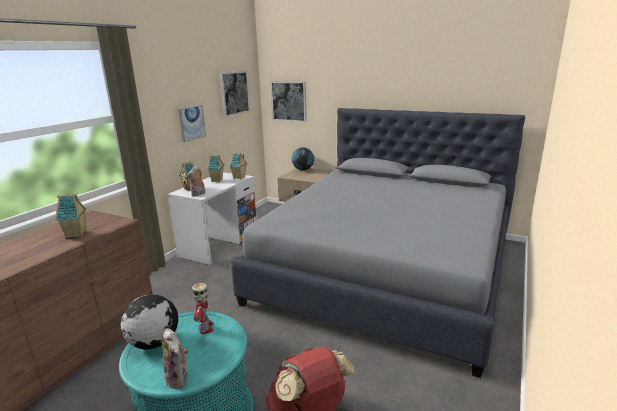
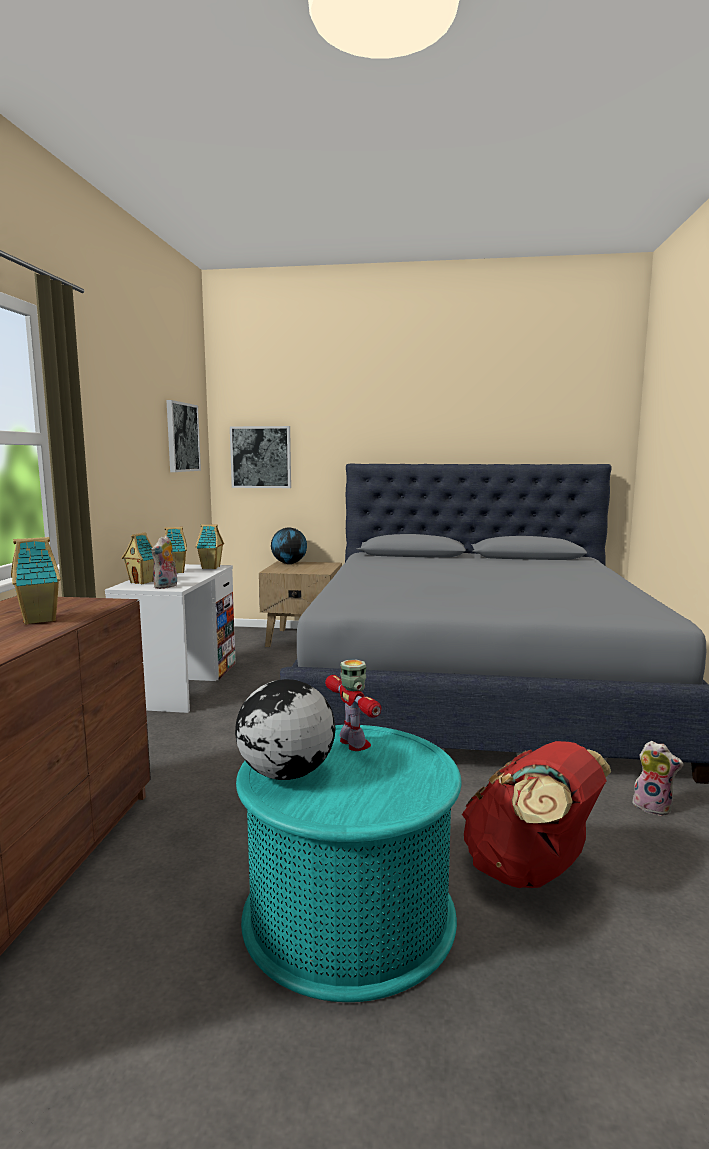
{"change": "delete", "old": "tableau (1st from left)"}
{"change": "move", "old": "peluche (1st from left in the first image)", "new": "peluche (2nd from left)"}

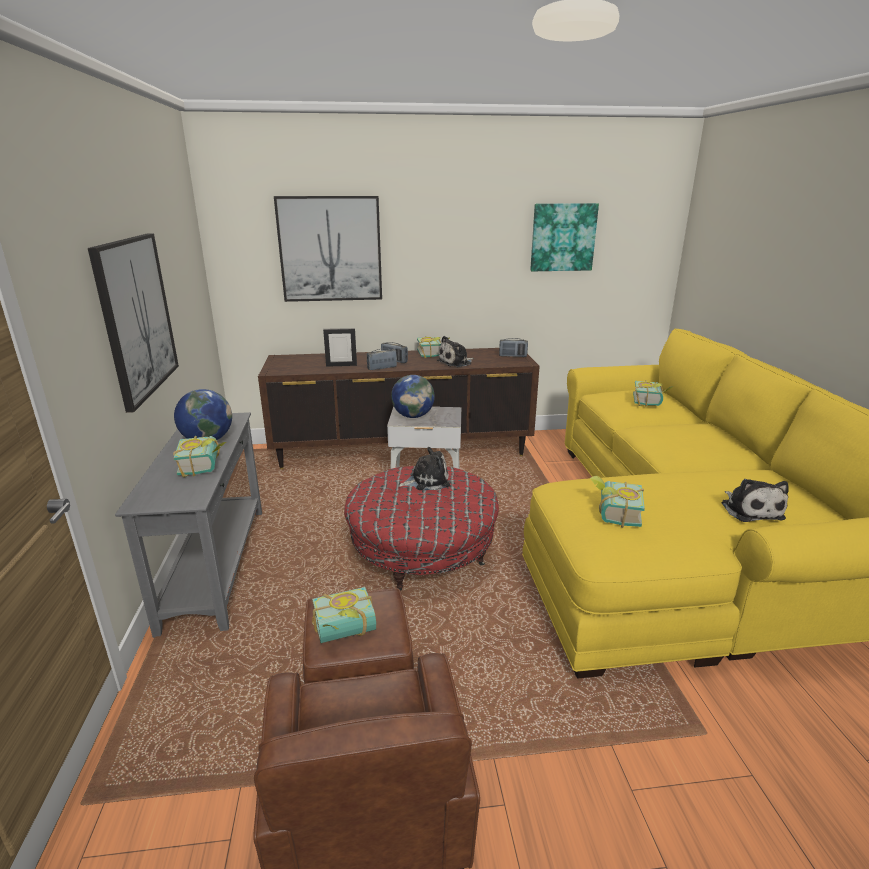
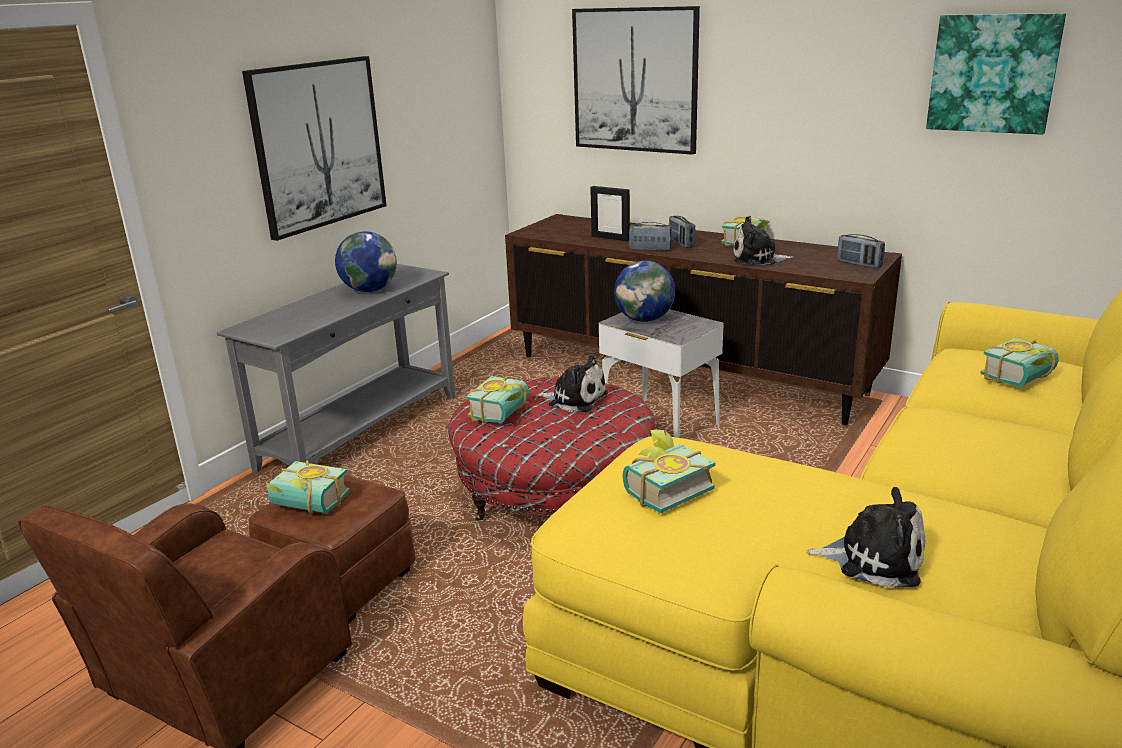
{"change": "move", "old": "livre (1st from left in the first image)", "new": "livre (2nd from left)"}
{"change": "rotate", "old": "peluche (3rd from left)", "degrees": -105}

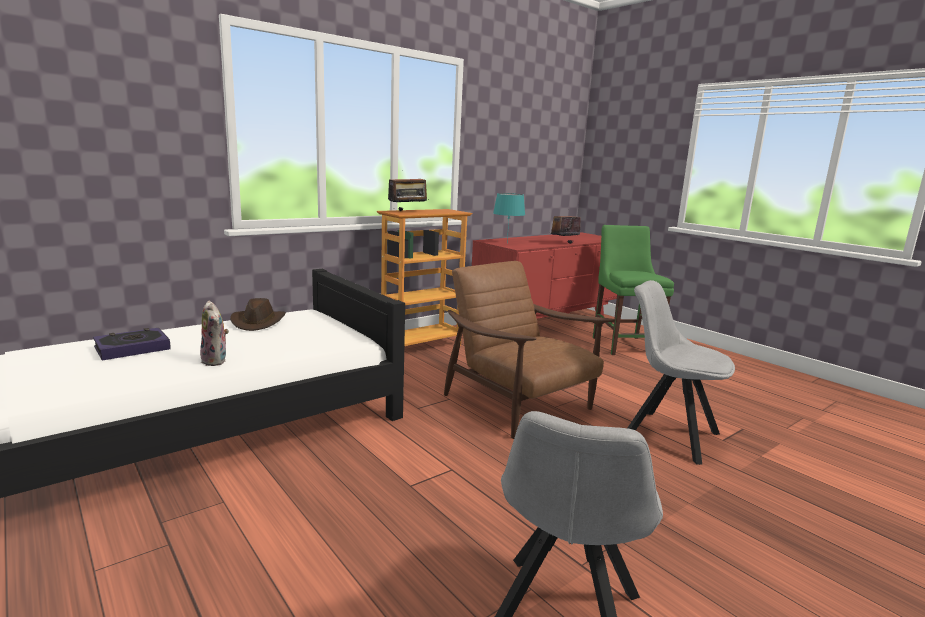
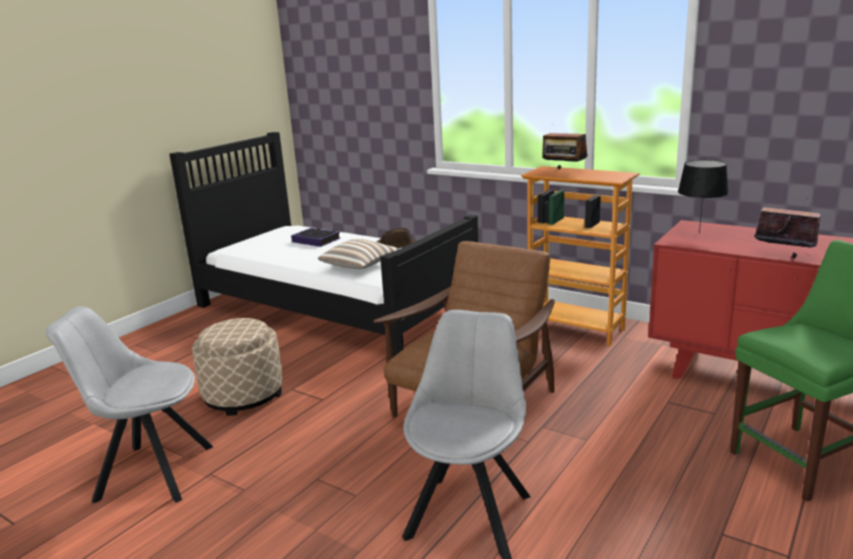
{"change": "delete", "old": "peluche"}
{"change": "insert", "new": "pouf (beige)"}
{"change": "insert", "new": "coussin"}
{"change": "recolor", "old": "lampe de table (turquoise)", "new": "lampe de table (noir)"}

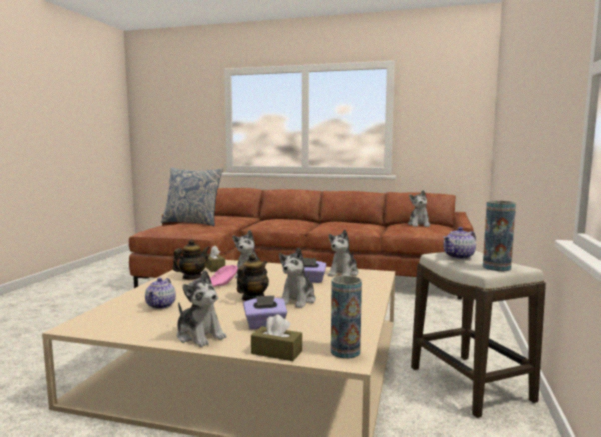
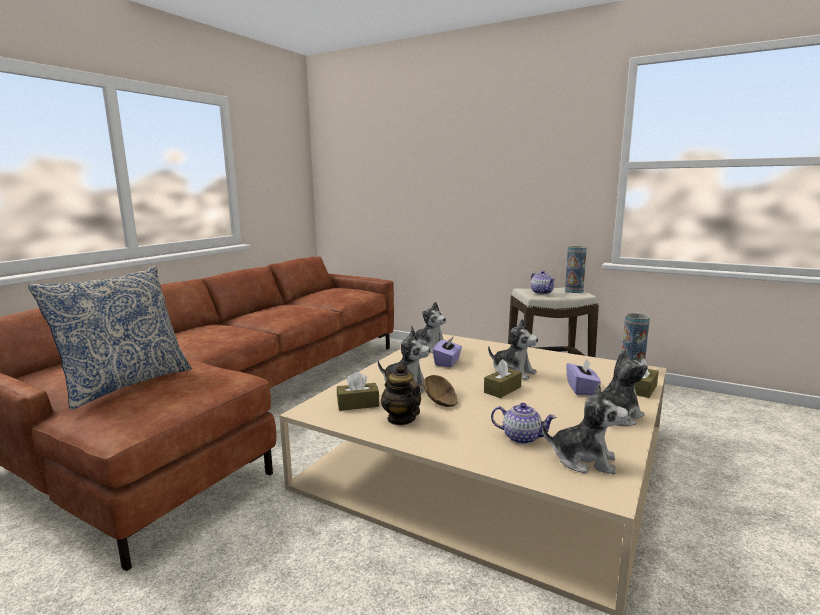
{"change": "move", "old": "peluche (5th from left in the first image)", "new": "peluche (4th from left)"}
{"change": "replace", "old": "théière (3rd from left)", "new": "boîte à mouchoirs (marron) (2nd from left)"}
{"change": "recolor", "old": "bol (rose)", "new": "bol (marron)"}

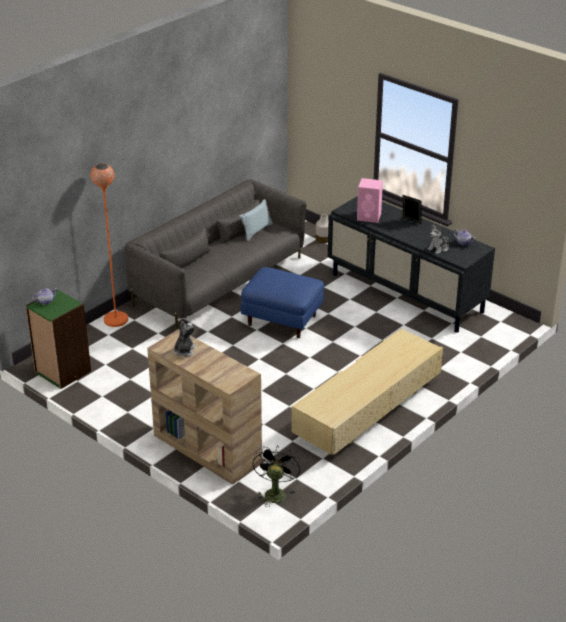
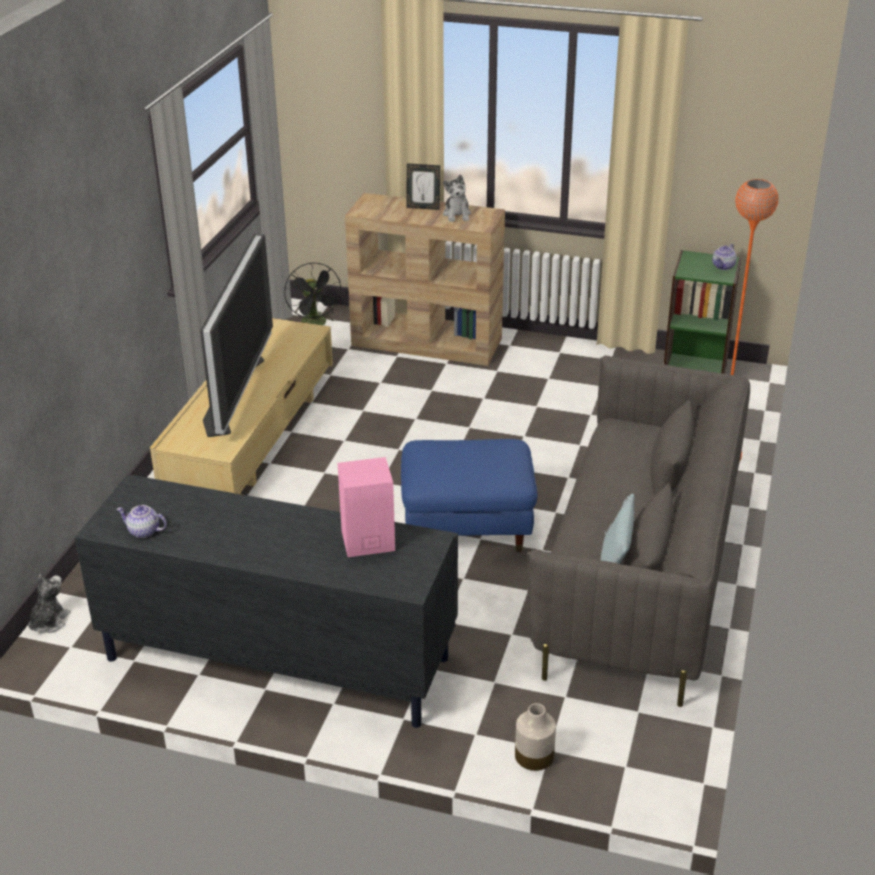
{"change": "insert", "new": "téléviseur"}
{"change": "move", "old": "cadre photo"}
{"change": "move", "old": "peluche (2nd from left in the first image)", "new": "peluche (1st from left)"}

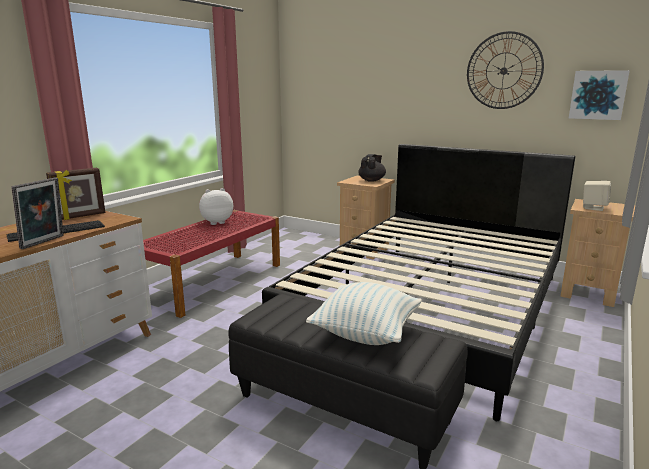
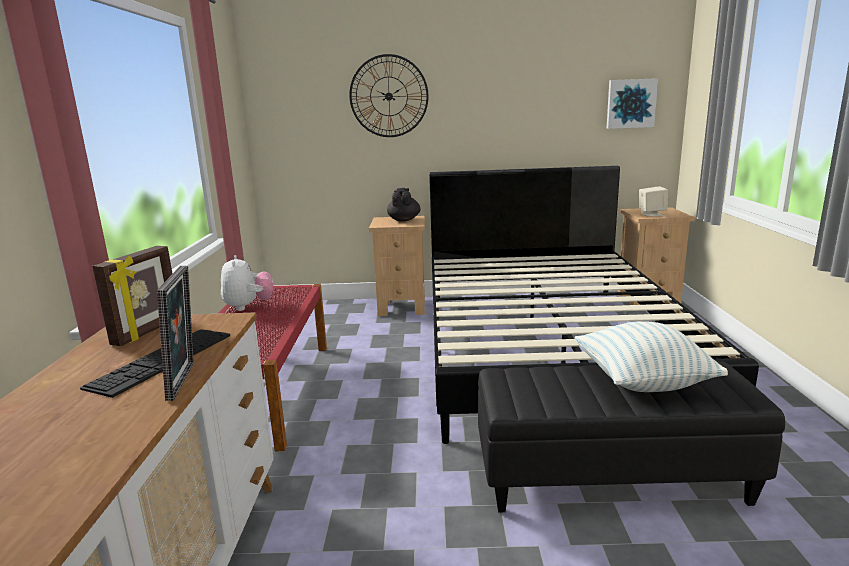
{"change": "move", "old": "horloge murale"}
{"change": "rotate", "old": "peluche", "degrees": 135}

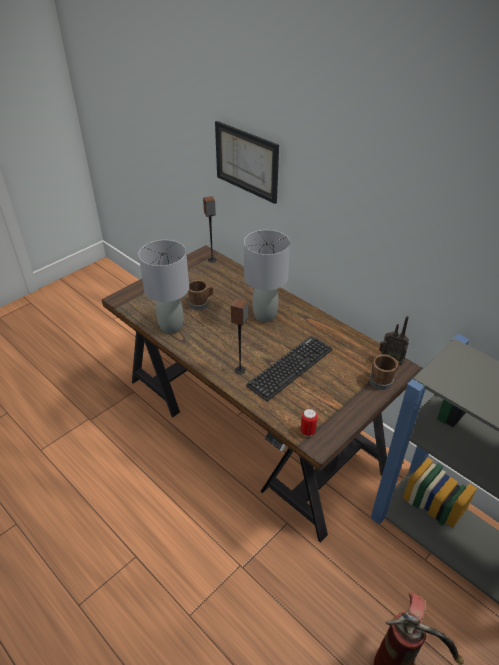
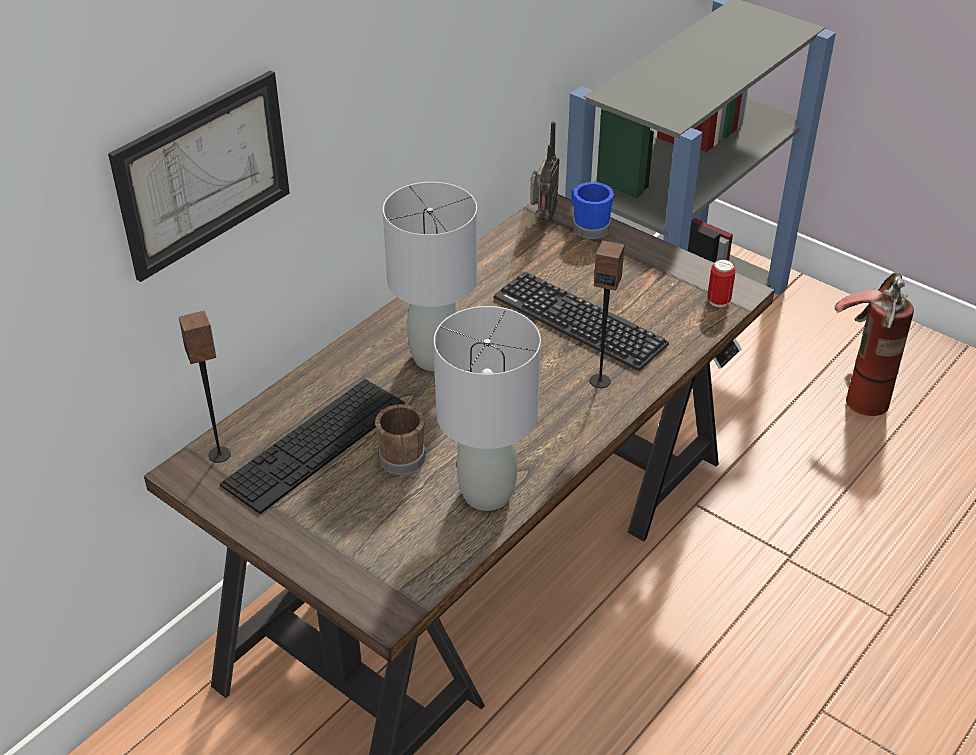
{"change": "insert", "new": "clavier (1st from left)"}
{"change": "recolor", "old": "mug (marron) (2nd from left)", "new": "mug (bleu)"}

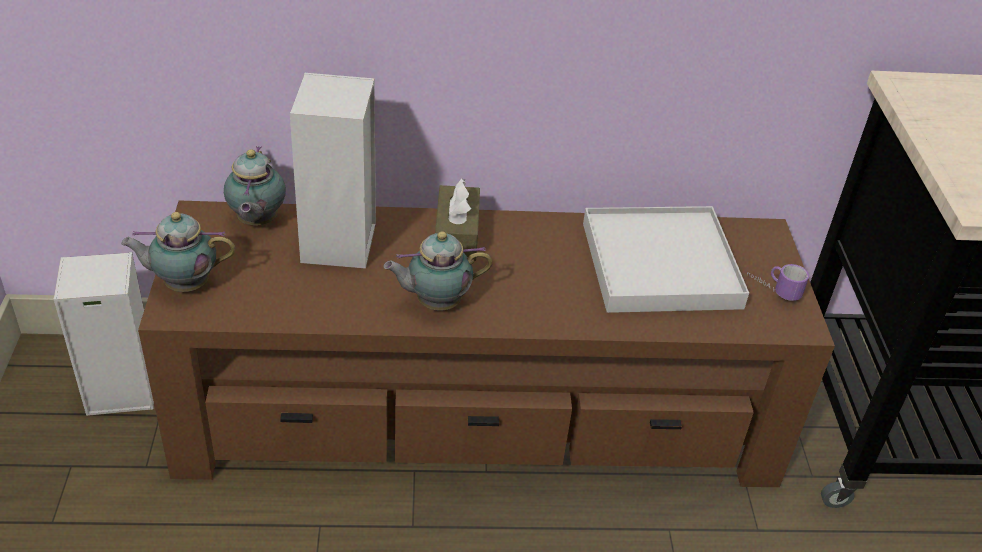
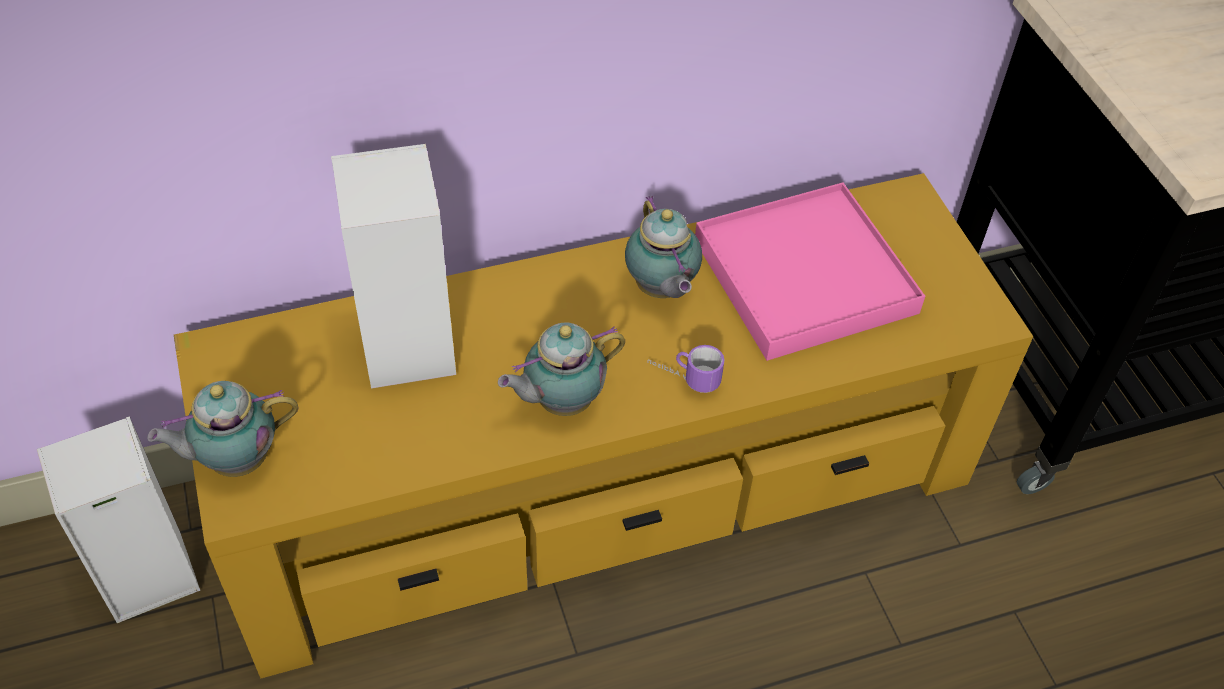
{"change": "delete", "old": "boîte à mouchoirs (marron)"}
{"change": "move", "old": "théière (2nd from left in the first image)", "new": "théière (3rd from left)"}
{"change": "move", "old": "mug"}
{"change": "recolor", "old": "meuble télé (marron)", "new": "meuble télé (jaune)"}
{"change": "recolor", "old": "plateau (blanc)", "new": "plateau (rose)"}

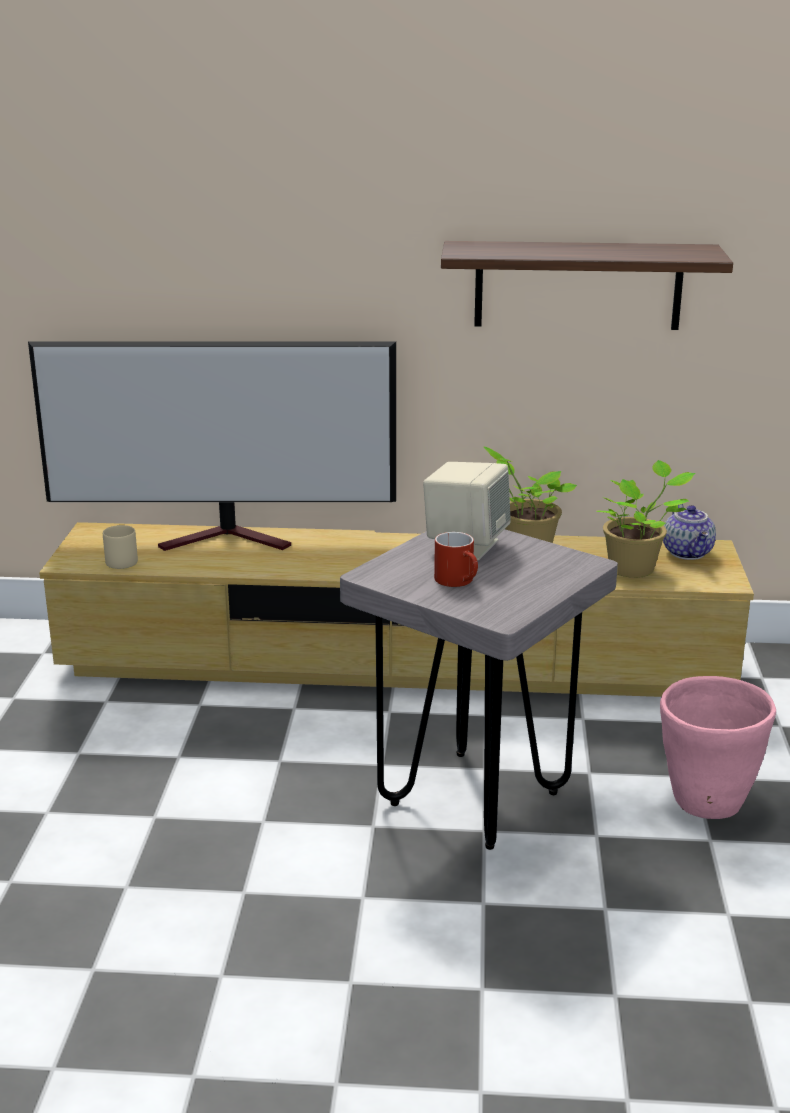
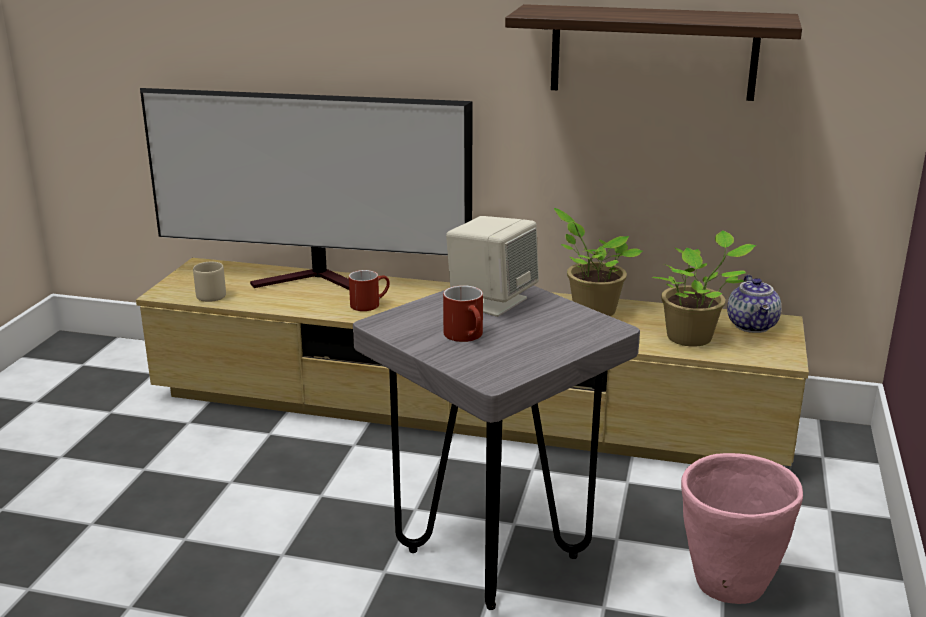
{"change": "insert", "new": "mug (rouge) (1st from left)"}

